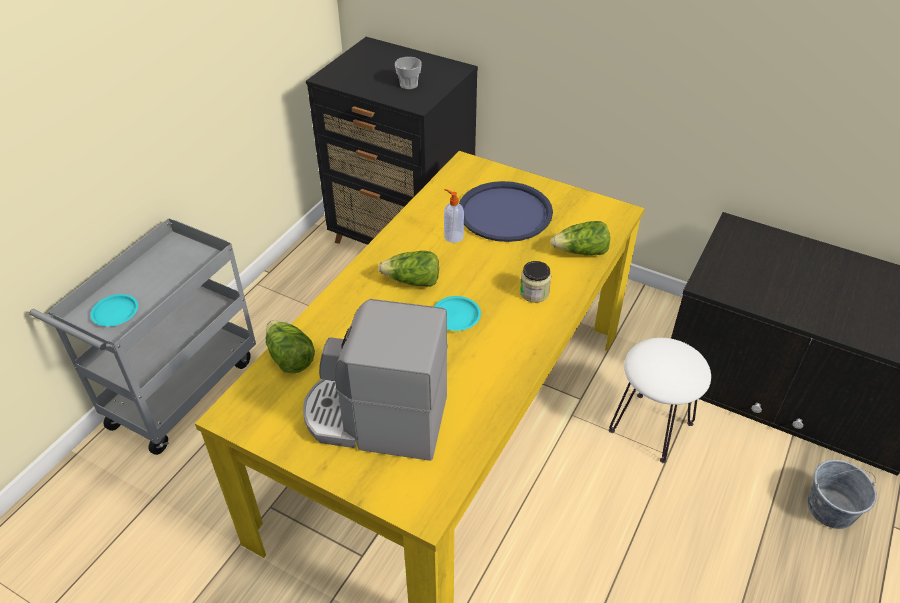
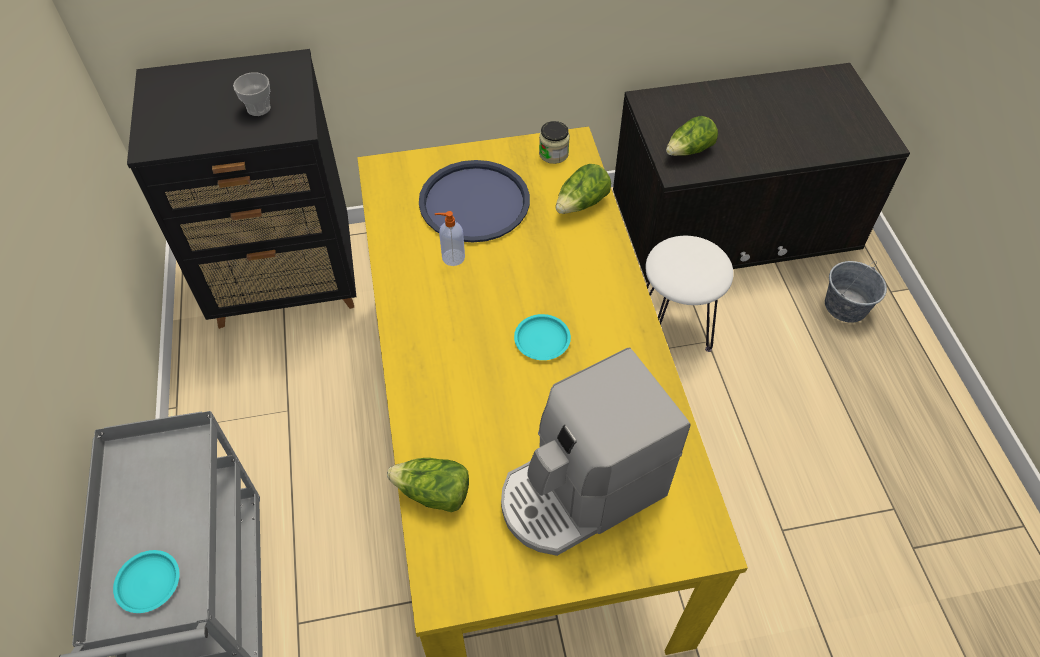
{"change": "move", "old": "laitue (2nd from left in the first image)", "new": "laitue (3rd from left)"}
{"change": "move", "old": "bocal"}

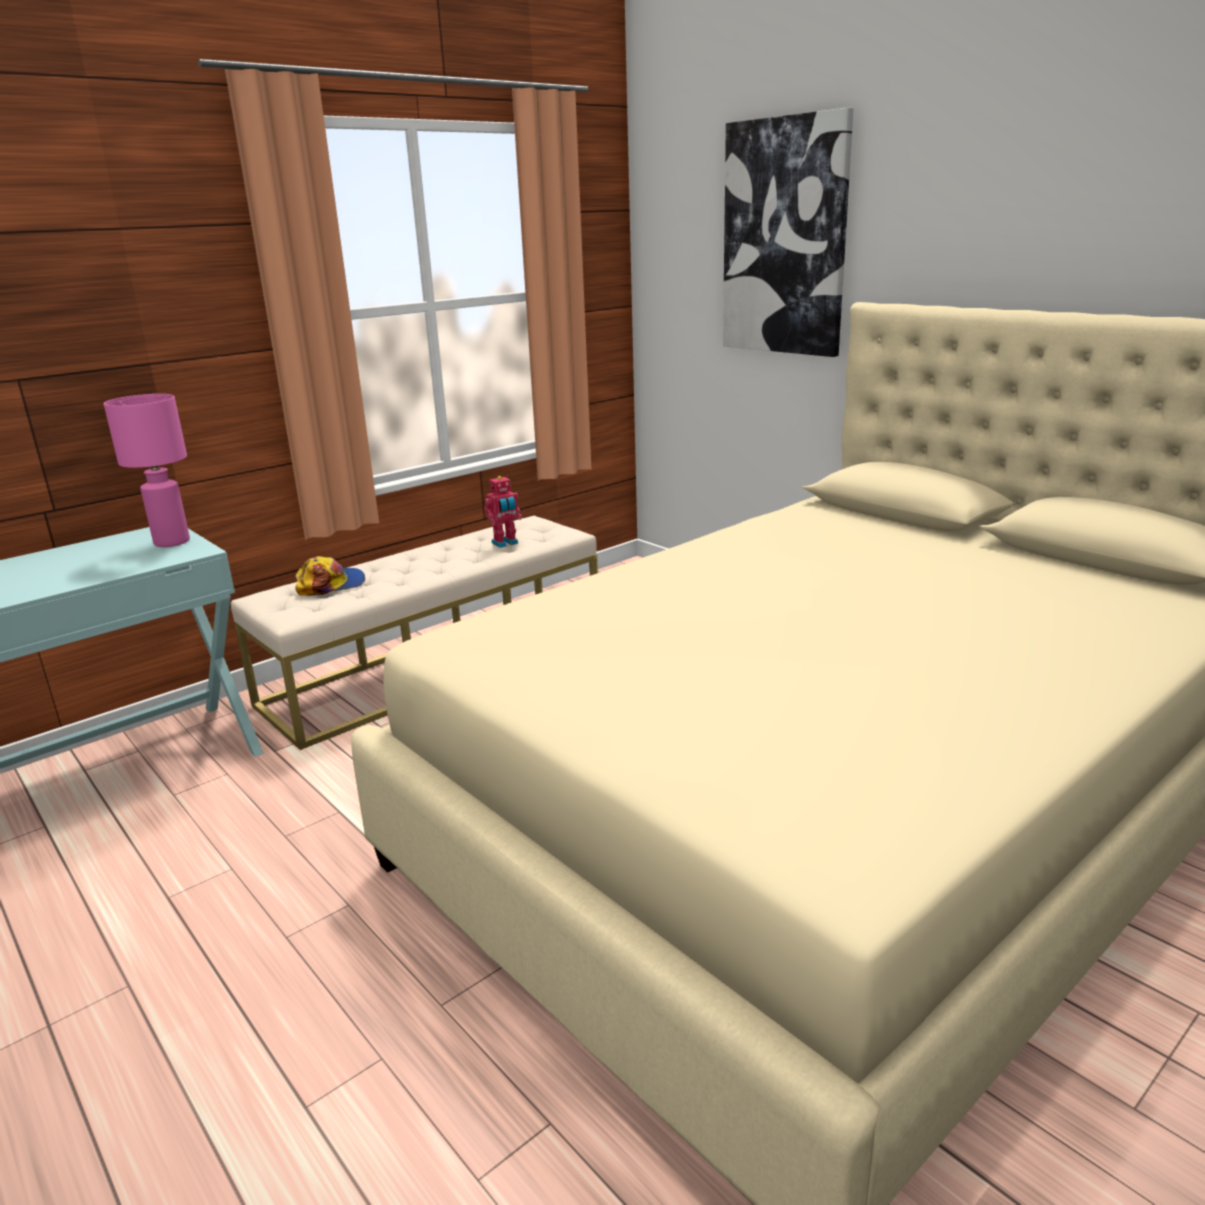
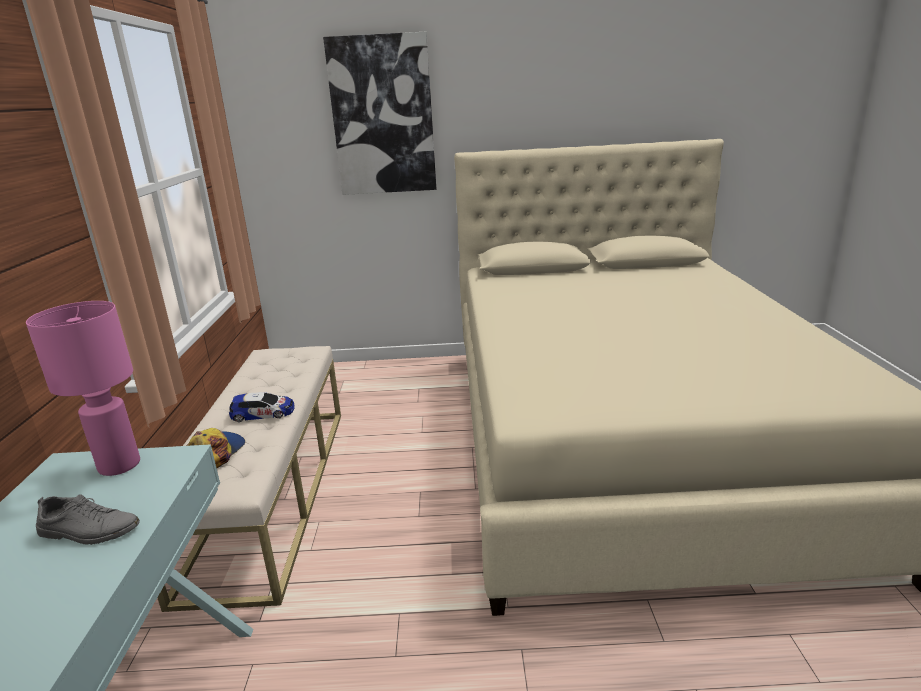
{"change": "delete", "old": "robot jouet"}
{"change": "insert", "new": "chaussure (gris)"}
{"change": "insert", "new": "petite voiture"}

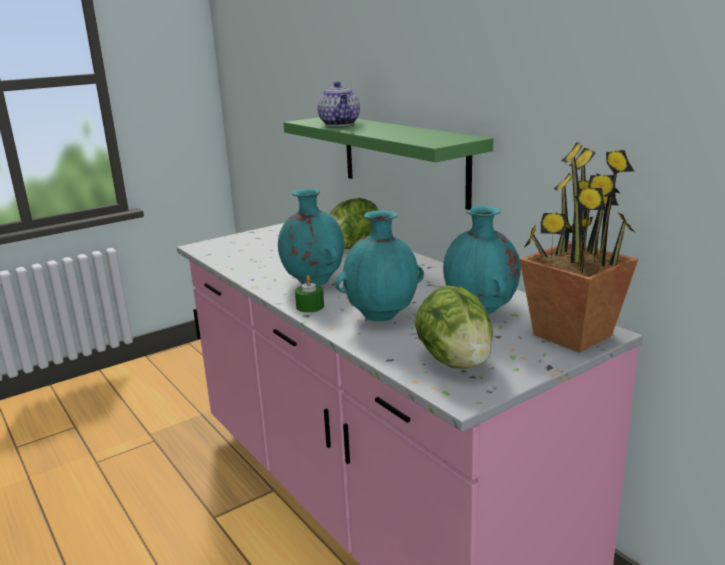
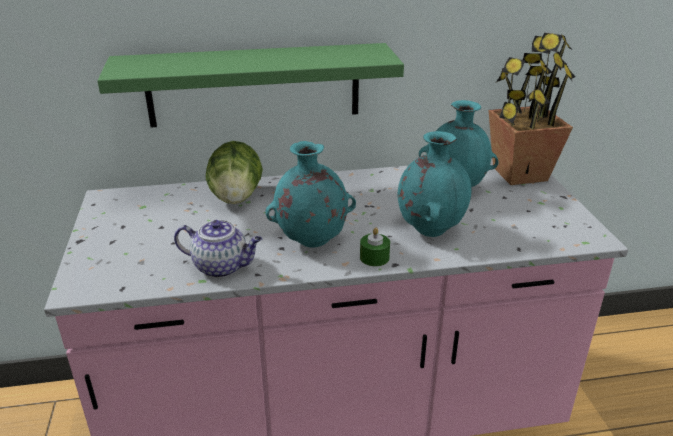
{"change": "delete", "old": "laitue (2nd from left)"}
{"change": "move", "old": "théière"}

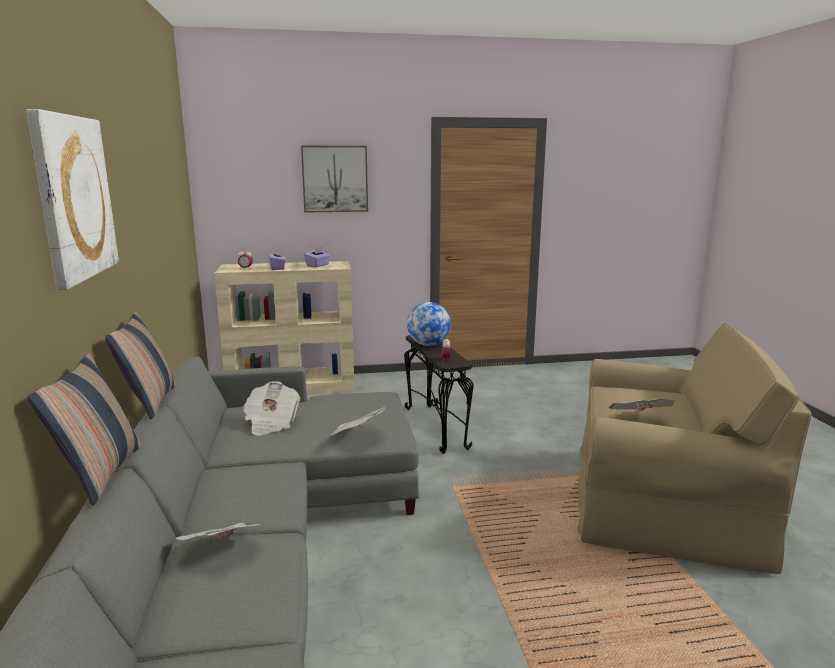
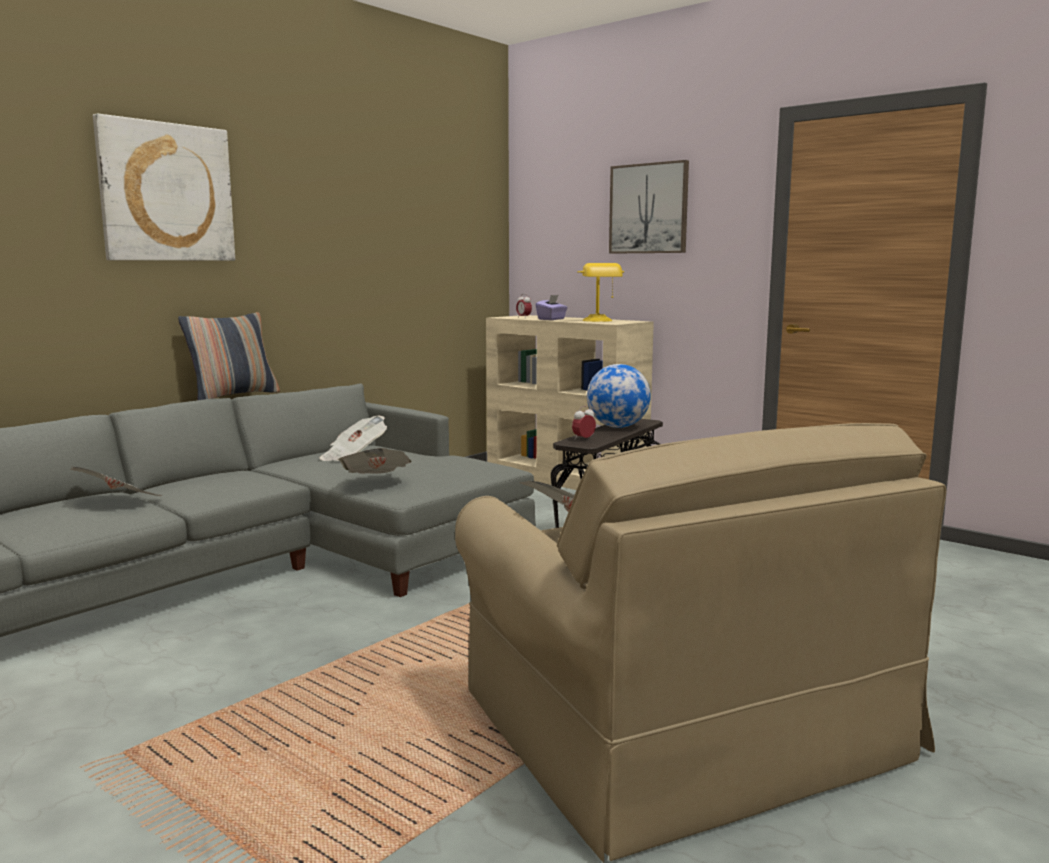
{"change": "delete", "old": "coussin (1st from left)"}
{"change": "replace", "old": "boîte à mouchoirs (violet) (2nd from left)", "new": "lampe de table (jaune)"}

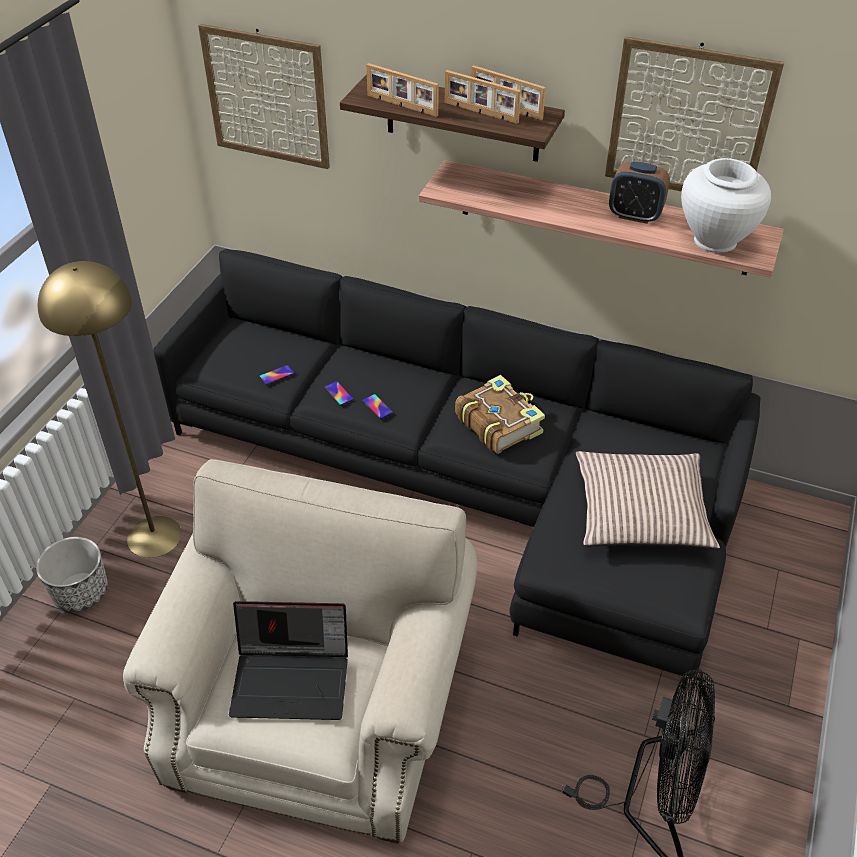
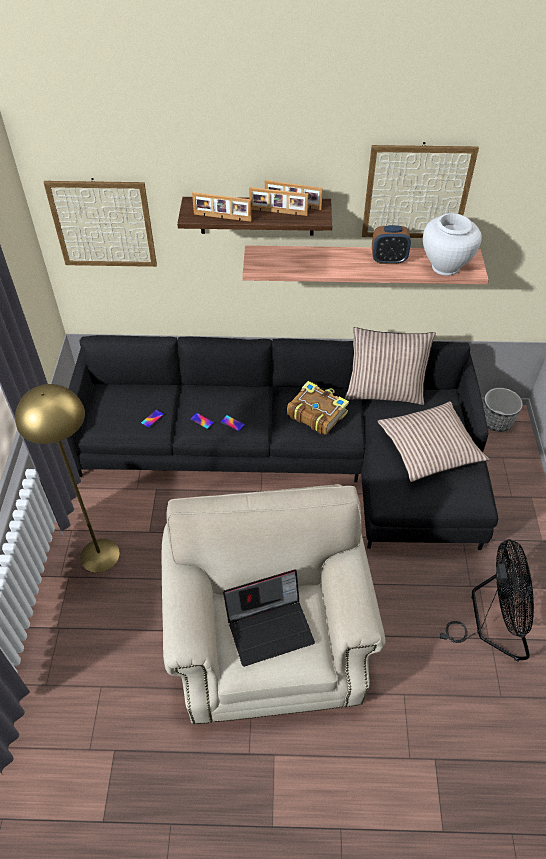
{"change": "insert", "new": "coussin (1st from left)"}
{"change": "move", "old": "cache-pot"}

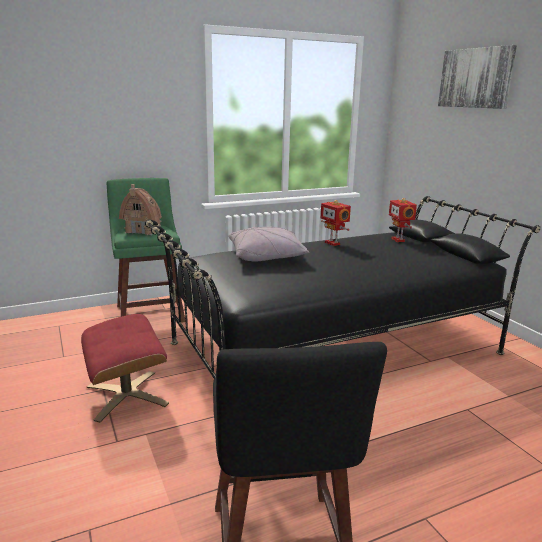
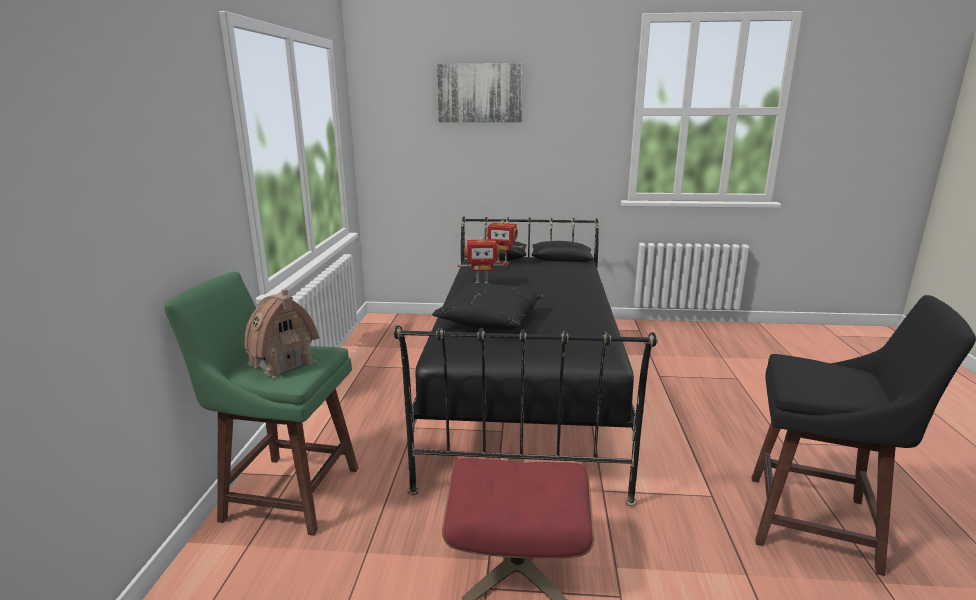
{"change": "recolor", "old": "coussin (violet)", "new": "coussin (noir)"}

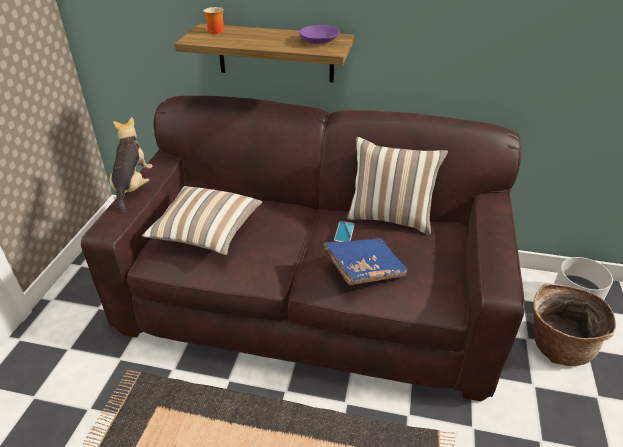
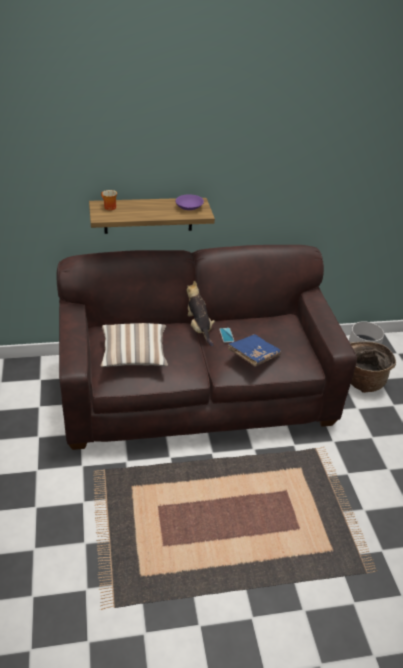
{"change": "delete", "old": "coussin (2nd from left)"}
{"change": "move", "old": "peluche"}

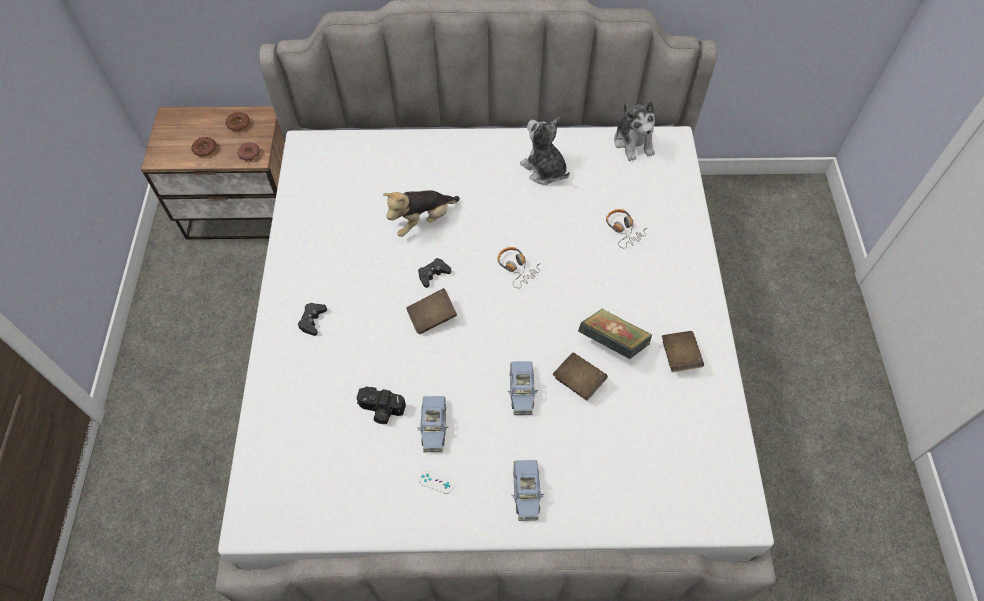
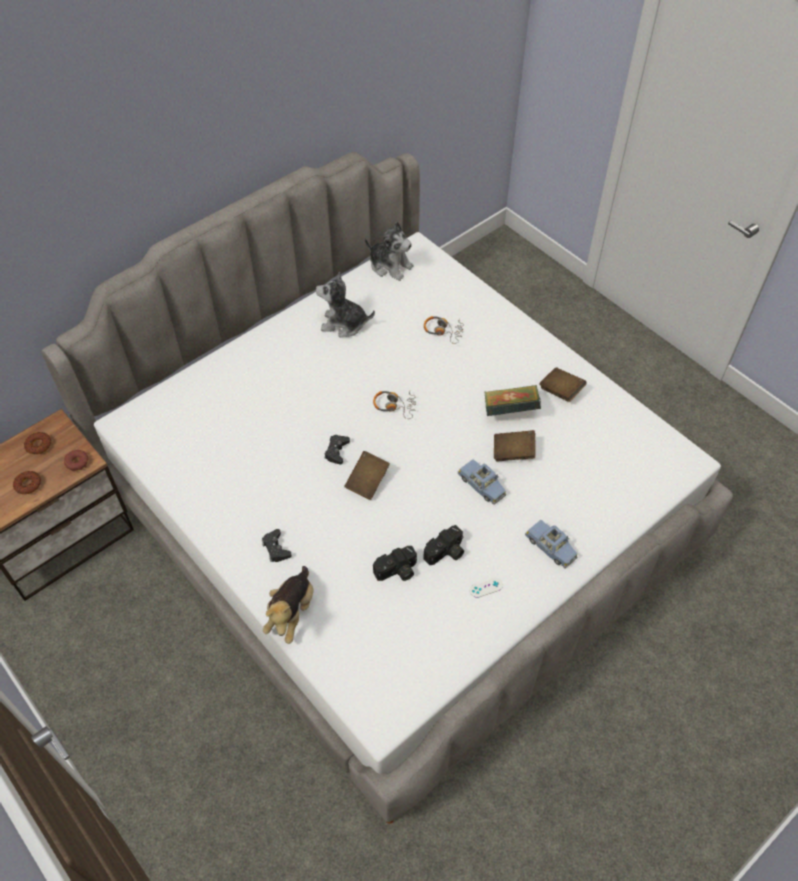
{"change": "move", "old": "peluche (1st from left)"}
{"change": "replace", "old": "petite voiture (bleu) (1st from left)", "new": "appareil photo (2nd from left)"}

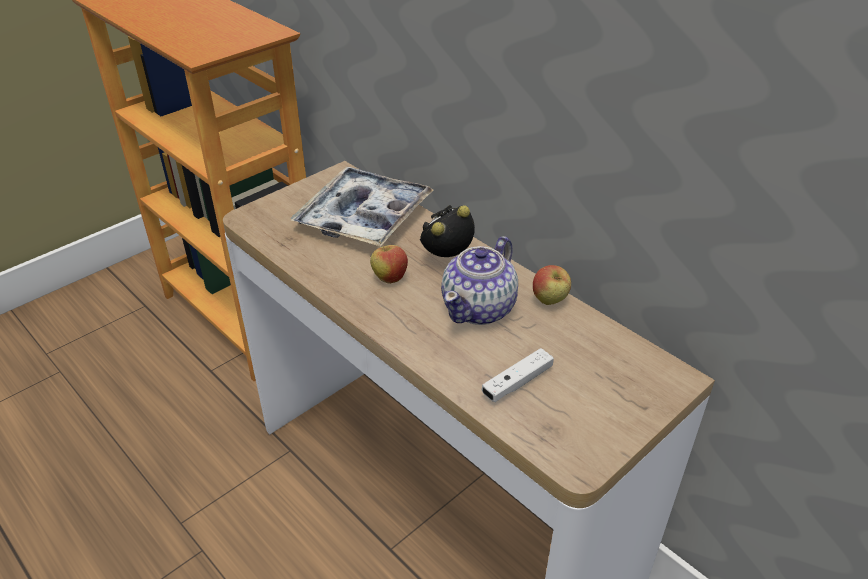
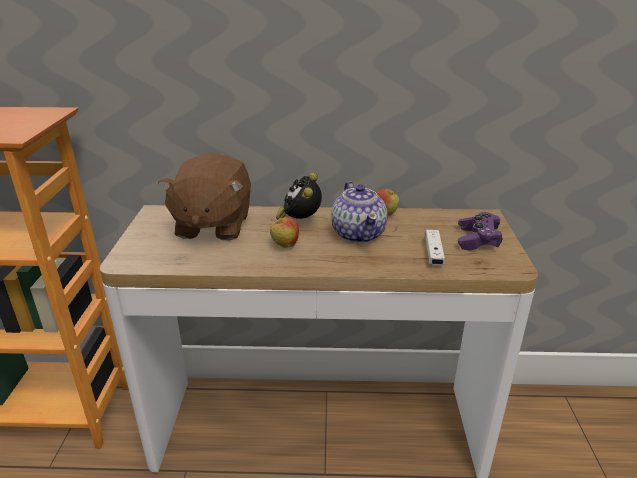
{"change": "insert", "new": "manette (violet)"}
{"change": "replace", "old": "plateau", "new": "peluche (marron)"}

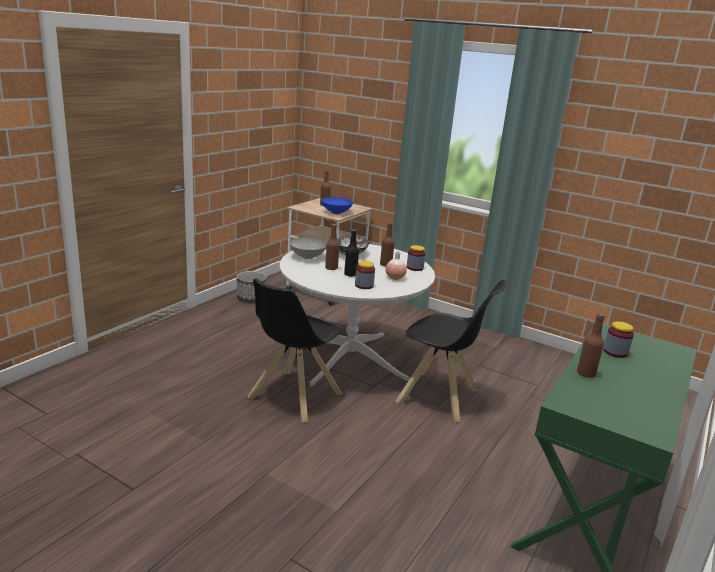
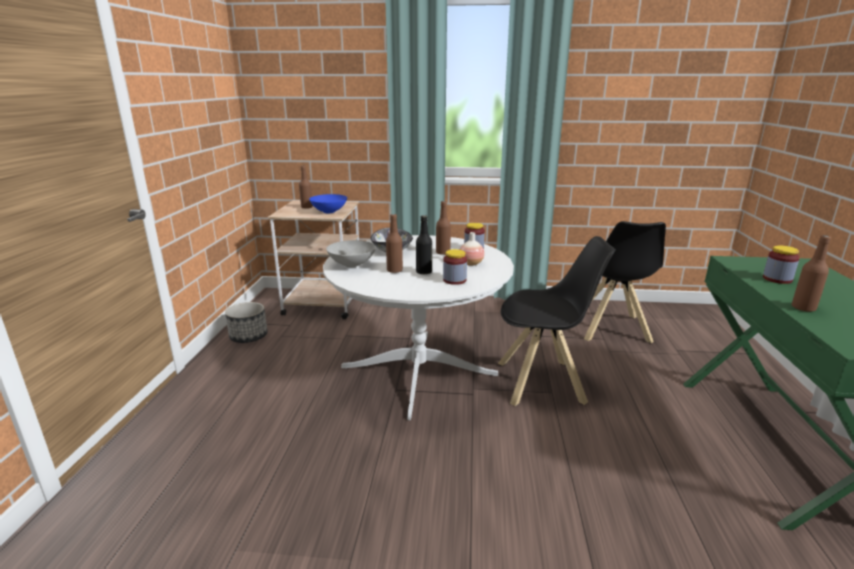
{"change": "move", "old": "chaise (noir) (1st from left in the first image)", "new": "chaise (noir) (2nd from left)"}

